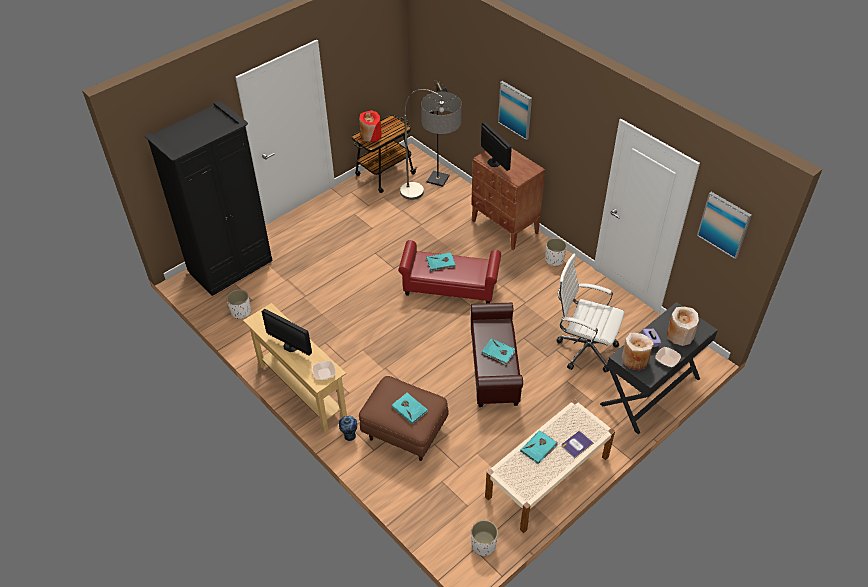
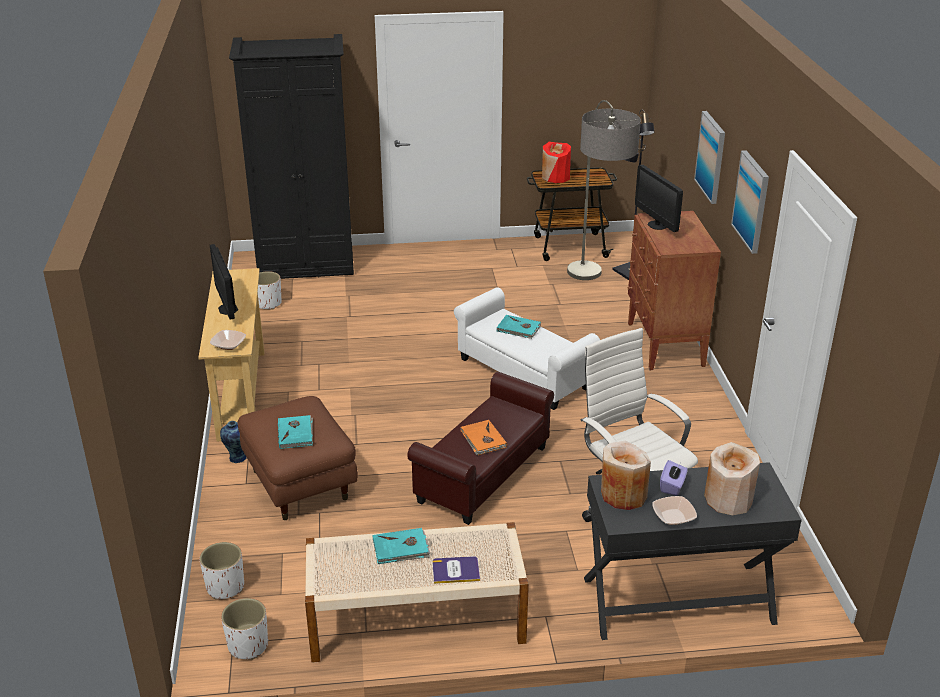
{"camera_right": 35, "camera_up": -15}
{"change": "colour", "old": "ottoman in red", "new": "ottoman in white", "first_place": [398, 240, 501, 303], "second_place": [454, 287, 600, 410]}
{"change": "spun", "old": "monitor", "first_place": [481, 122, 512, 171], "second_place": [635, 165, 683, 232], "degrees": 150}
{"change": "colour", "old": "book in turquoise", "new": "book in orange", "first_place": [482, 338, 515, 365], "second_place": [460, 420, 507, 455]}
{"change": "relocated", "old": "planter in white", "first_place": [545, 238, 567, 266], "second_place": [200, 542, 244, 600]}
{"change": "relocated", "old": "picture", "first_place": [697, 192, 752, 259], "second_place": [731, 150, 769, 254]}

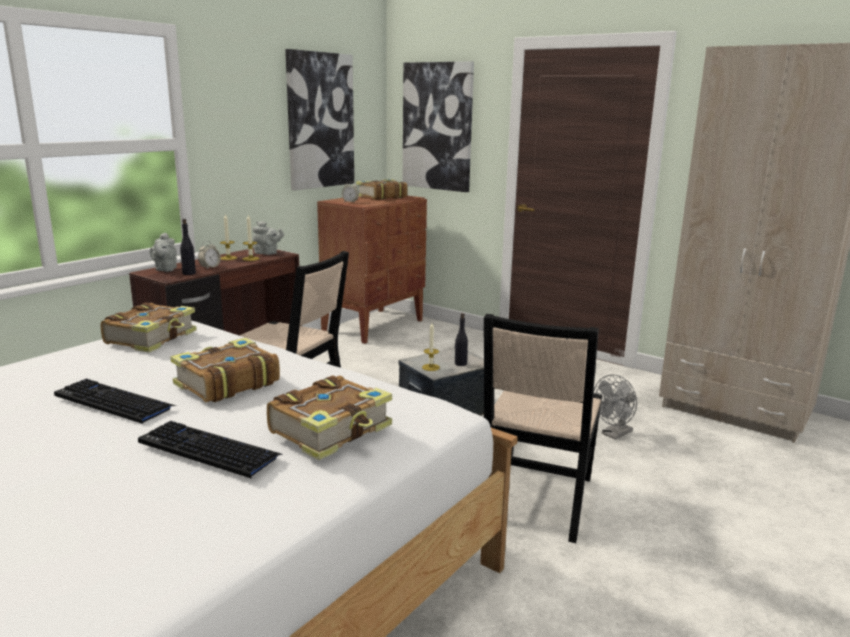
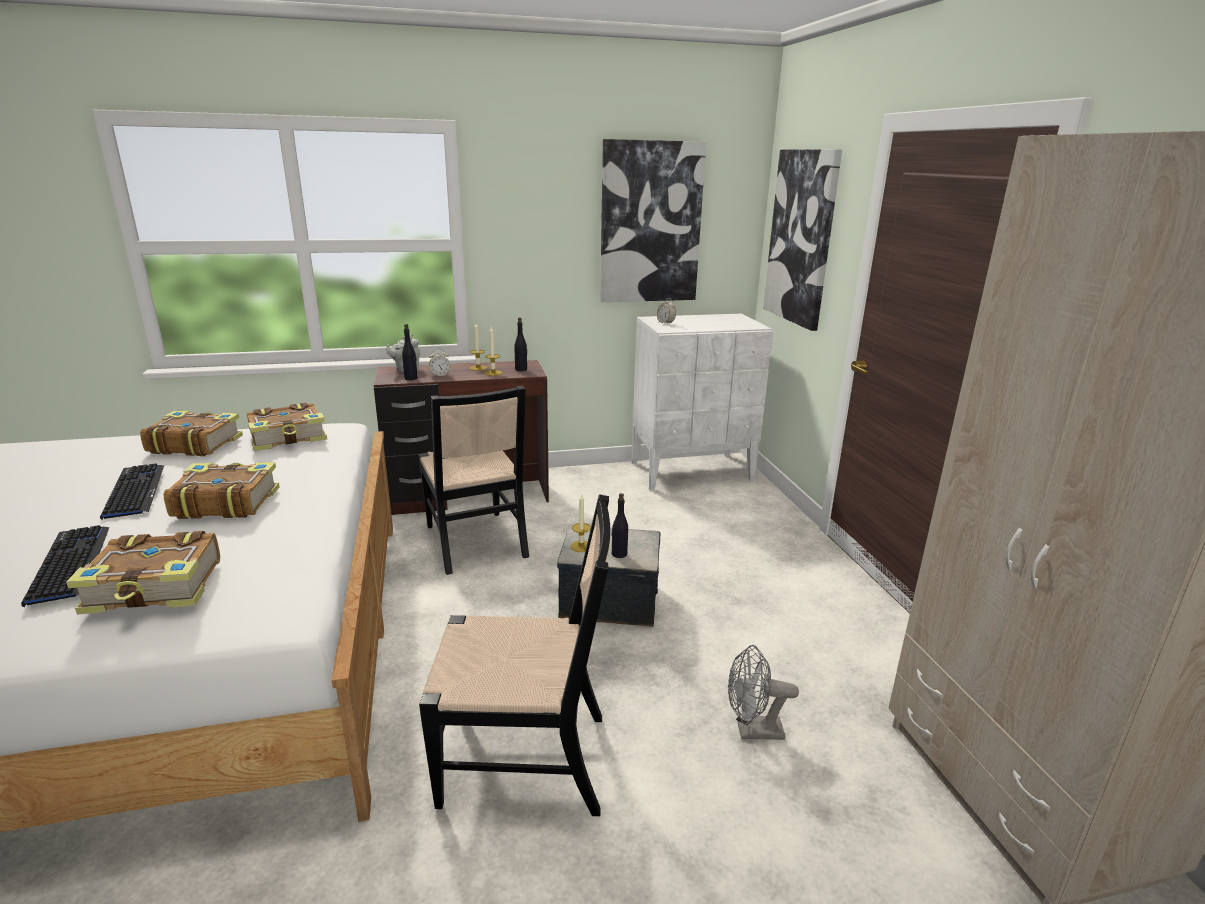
{"camera_right": 40, "camera_up": 5}
{"change": "exchanged", "old": "teapot in grey", "new": "bottle in black", "first_place": [253, 221, 284, 255], "second_place": [514, 317, 527, 371]}
{"change": "colour", "old": "dresser in brown", "new": "dresser in white", "first_place": [317, 196, 427, 344], "second_place": [631, 313, 773, 490]}
{"change": "relocated", "old": "book", "first_place": [356, 179, 408, 200], "second_place": [140, 411, 243, 456]}
{"change": "spun", "old": "chair", "first_place": [484, 314, 602, 543], "second_place": [419, 494, 610, 816], "degrees": -150}

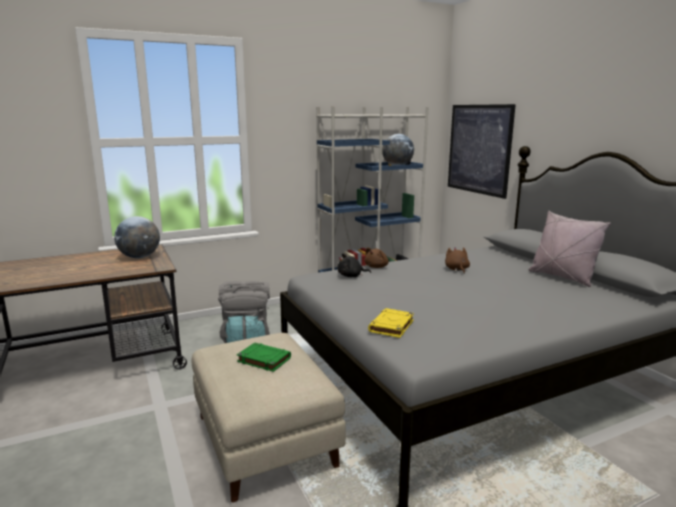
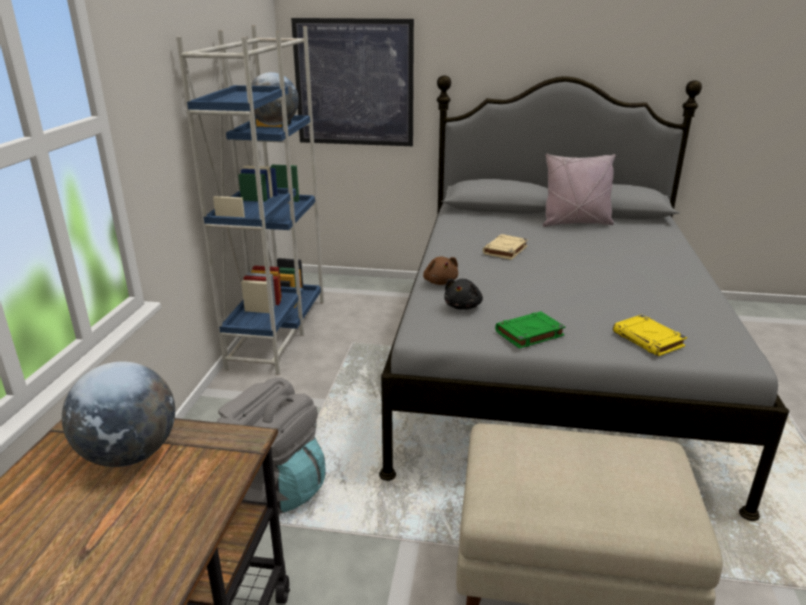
{"camera_right": -55, "camera_up": 10}
{"change": "relocated", "old": "book in green", "first_place": [237, 343, 291, 372], "second_place": [495, 311, 565, 349]}
{"change": "exchanged", "old": "plush toy in brown", "new": "book in beige", "first_place": [445, 247, 470, 274], "second_place": [483, 234, 528, 260]}

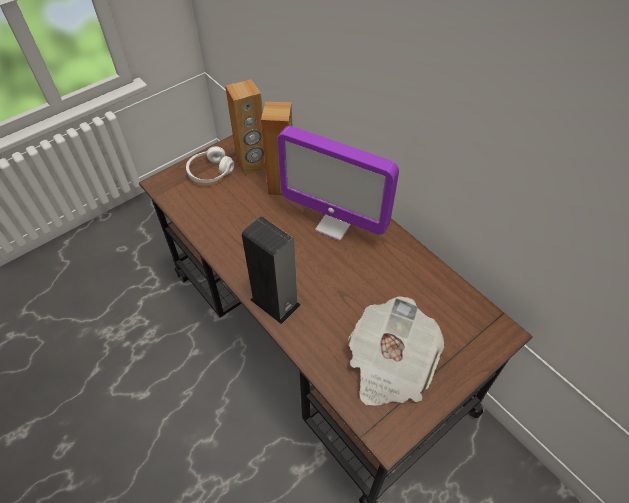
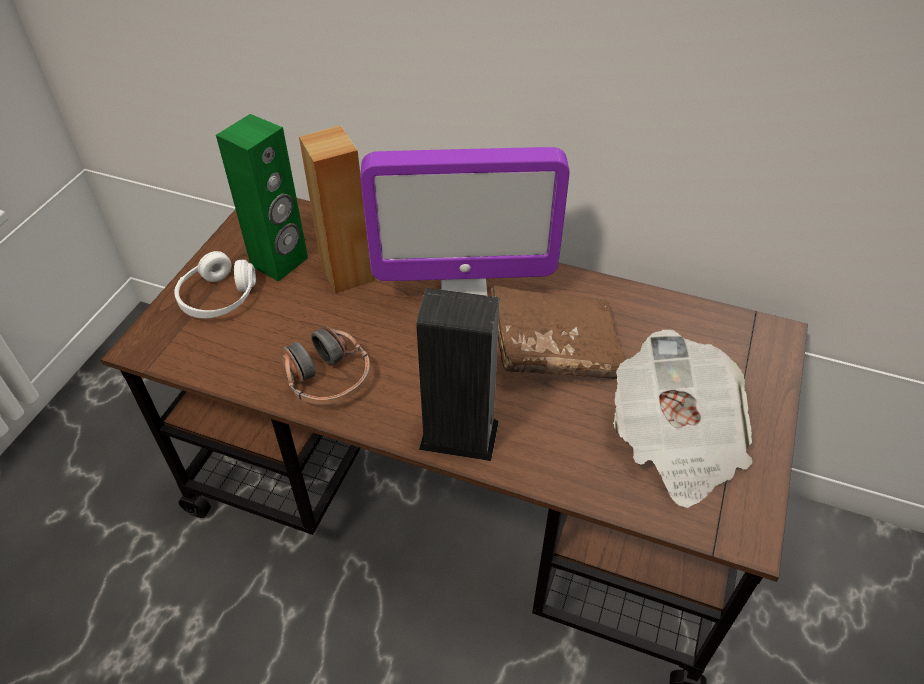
{"camera_right": -30, "camera_up": -5}
{"change": "colour", "old": "speaker in brown", "new": "speaker in green", "first_place": [225, 79, 266, 176], "second_place": [216, 114, 308, 281]}
{"change": "appeared", "new": "headphones", "second_place": [281, 325, 370, 405]}
{"change": "appeared", "new": "book in brown", "second_place": [491, 286, 625, 379]}

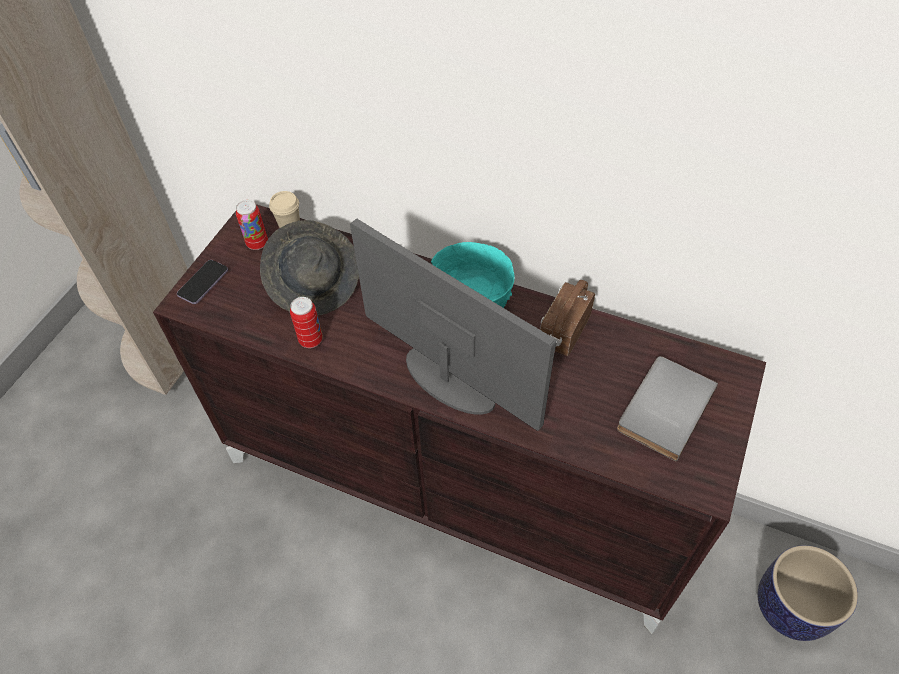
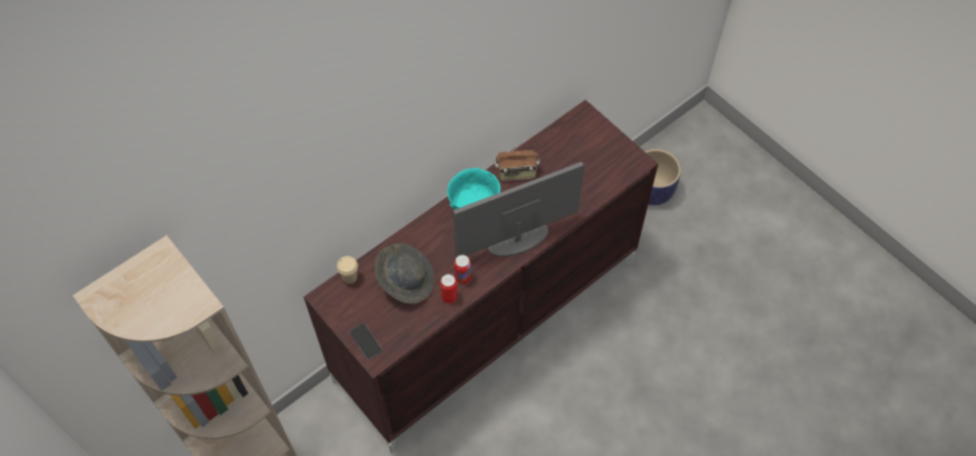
{"camera_right": -65, "camera_up": 5}
{"change": "relocated", "old": "can", "first_place": [236, 200, 268, 250], "second_place": [454, 255, 471, 284]}
{"change": "spun", "old": "radio", "first_place": [540, 280, 595, 356], "second_place": [495, 141, 540, 181], "degrees": -60}
{"change": "missing", "old": "book in grey", "first_place": [617, 356, 718, 462]}

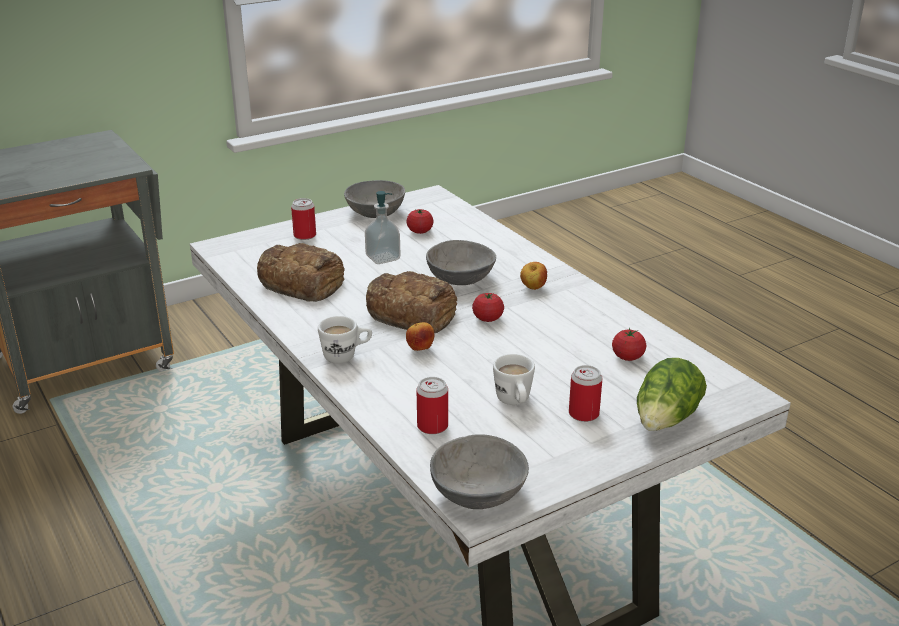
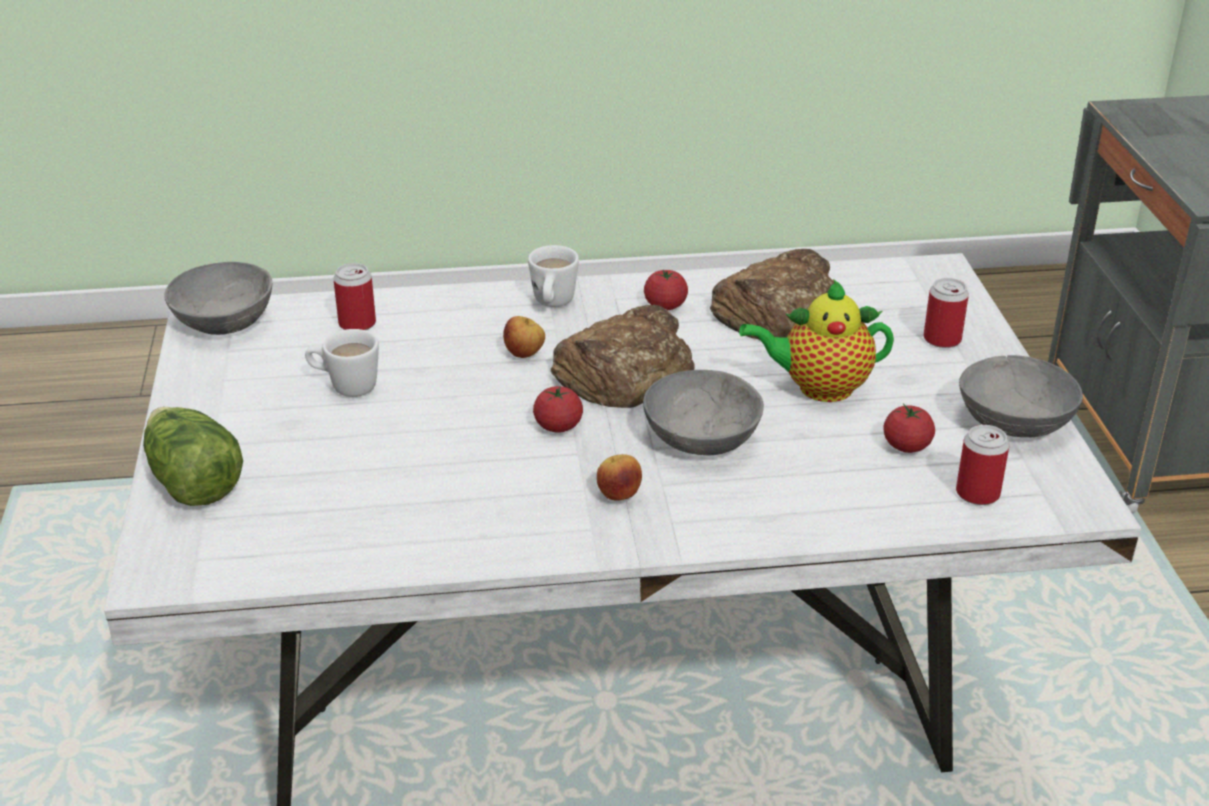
{"camera_right": 115, "camera_up": 5}
{"change": "exchanged", "old": "soap dispenser", "new": "teapot", "first_place": [365, 191, 400, 264], "second_place": [739, 279, 894, 402]}
{"change": "relocated", "old": "can", "first_place": [569, 365, 602, 422], "second_place": [956, 425, 1009, 505]}
{"change": "relocated", "old": "tomato", "first_place": [612, 328, 646, 361], "second_place": [644, 270, 688, 310]}

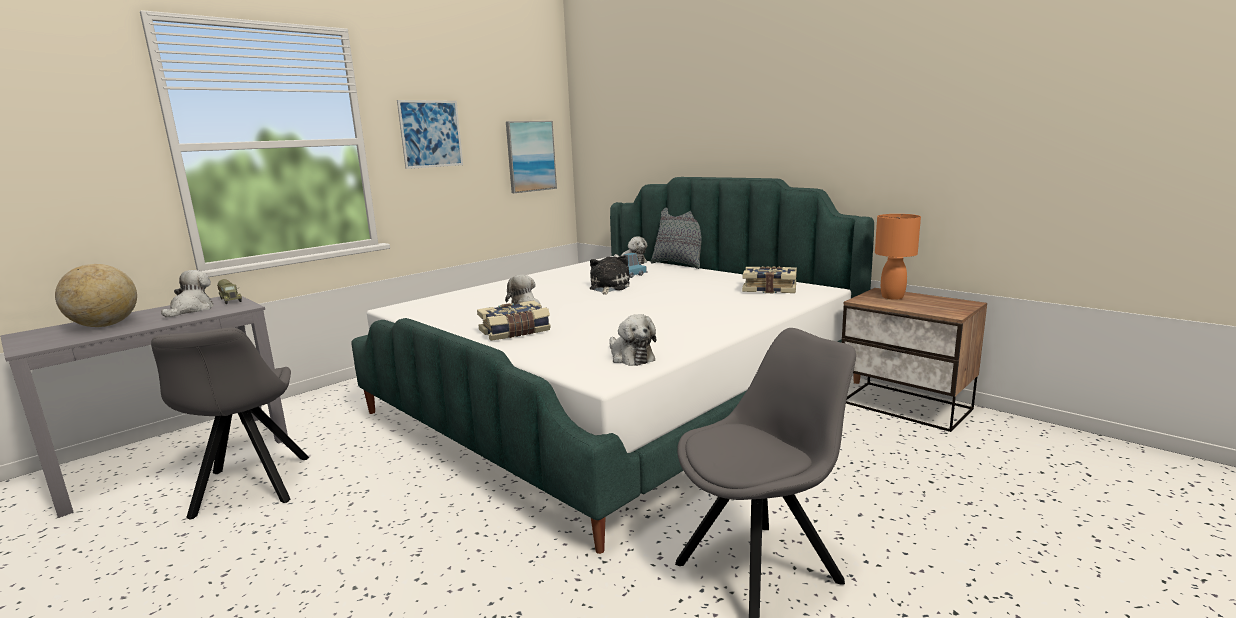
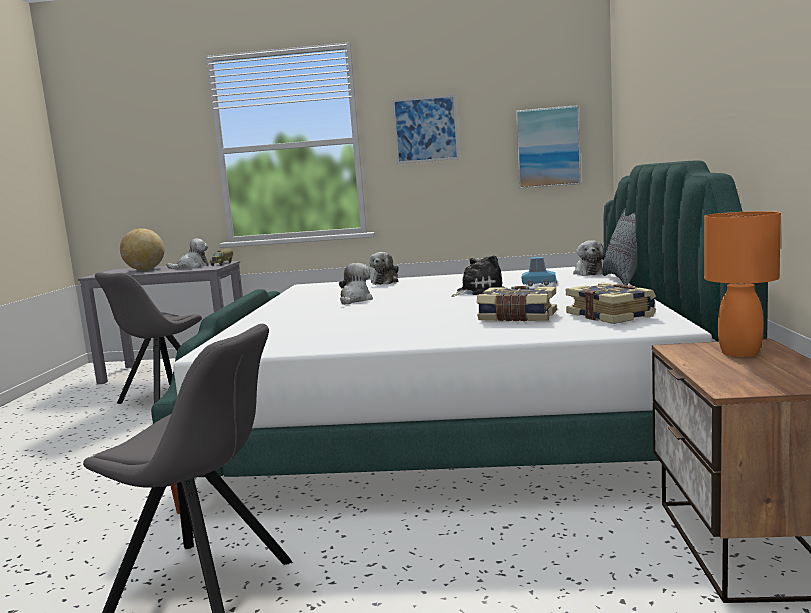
{"camera_right": 50, "camera_up": -5}
{"change": "relocated", "old": "book", "first_place": [477, 300, 551, 341], "second_place": [477, 286, 557, 322]}
{"change": "relocated", "old": "plush toy", "first_place": [609, 314, 656, 366], "second_place": [370, 252, 399, 285]}

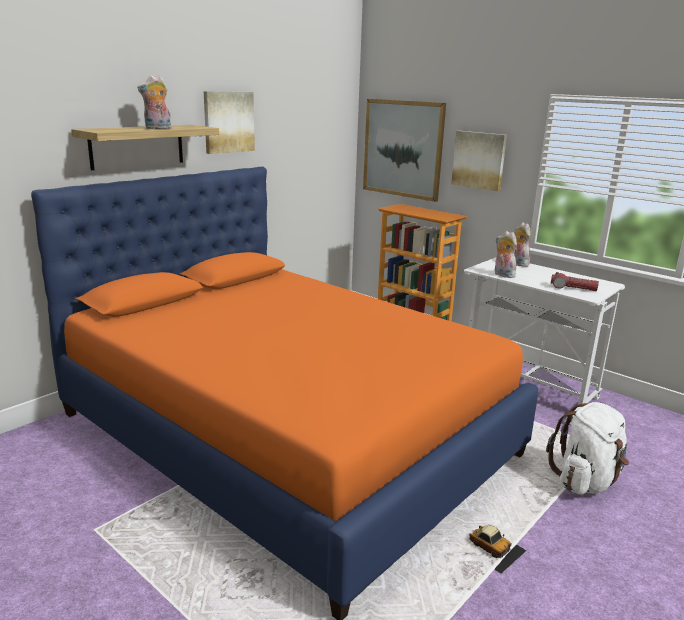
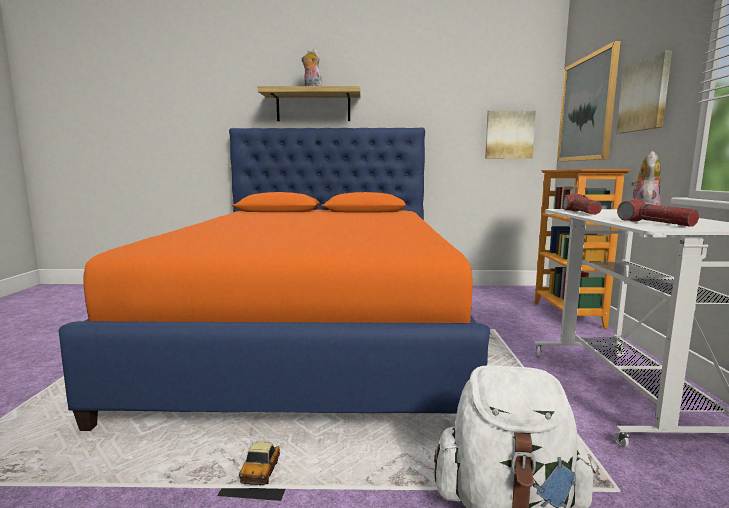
{"camera_right": 50, "camera_up": -10}
{"change": "relocated", "old": "picture", "first_place": [204, 91, 255, 154], "second_place": [485, 110, 536, 159]}
{"change": "exchanged", "old": "plush toy", "new": "flashlight", "first_place": [495, 231, 517, 278], "second_place": [563, 194, 602, 215]}

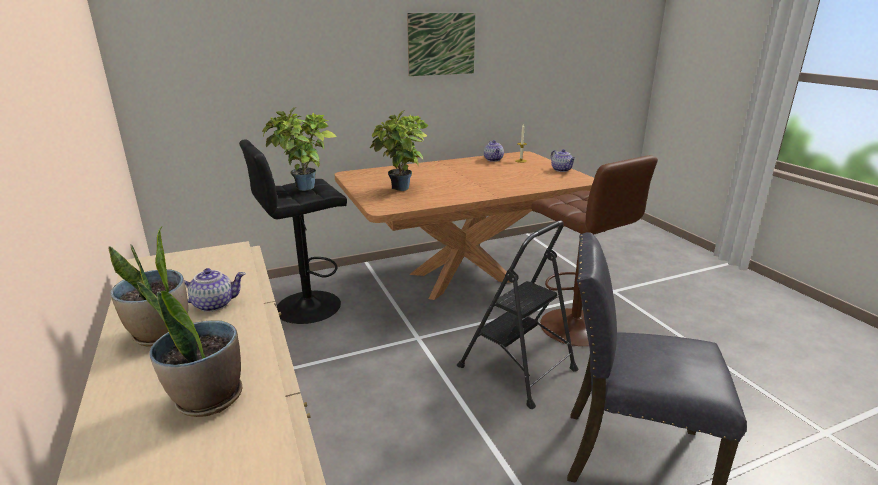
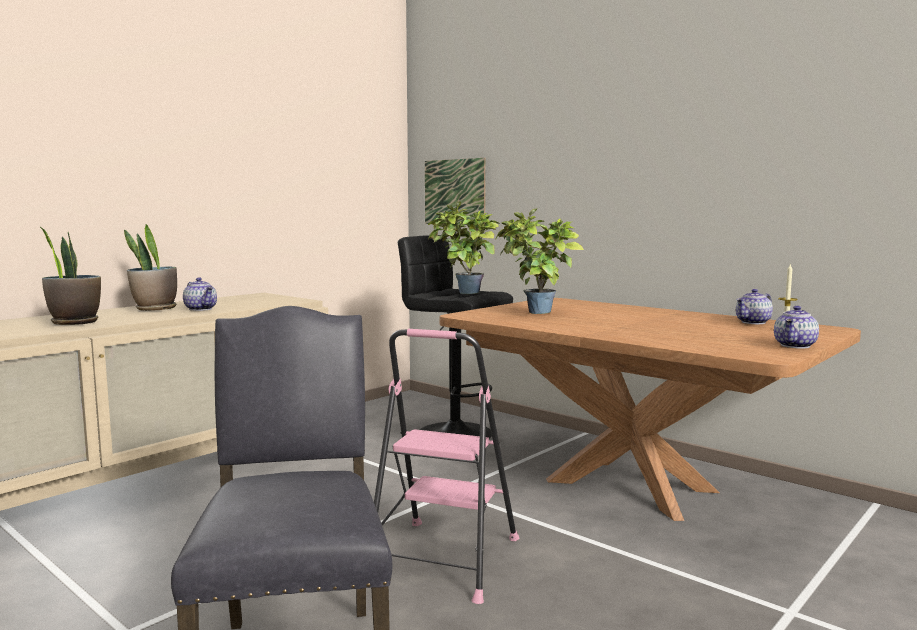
{"camera_right": 65, "camera_up": -15}
{"change": "relocated", "old": "picture", "first_place": [407, 13, 475, 76], "second_place": [425, 158, 486, 225]}
{"change": "colour", "old": "step ladder in black", "new": "step ladder in pink", "first_place": [457, 220, 578, 409], "second_place": [374, 329, 520, 604]}
{"change": "missing", "old": "stool in brown", "first_place": [532, 155, 658, 346]}

